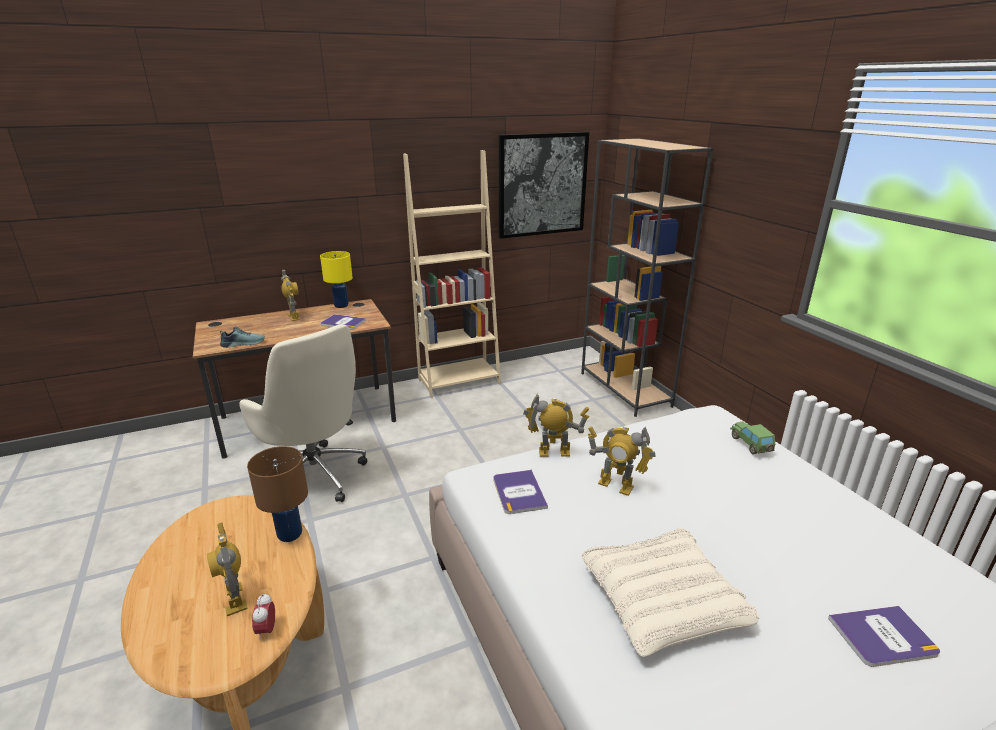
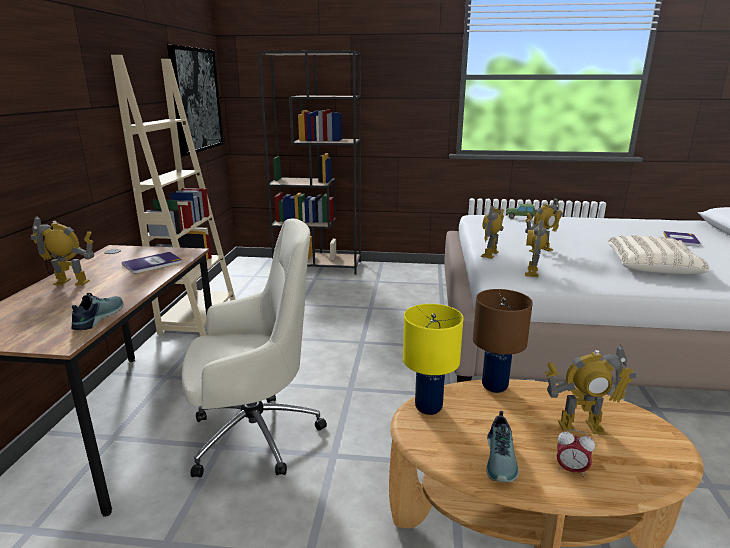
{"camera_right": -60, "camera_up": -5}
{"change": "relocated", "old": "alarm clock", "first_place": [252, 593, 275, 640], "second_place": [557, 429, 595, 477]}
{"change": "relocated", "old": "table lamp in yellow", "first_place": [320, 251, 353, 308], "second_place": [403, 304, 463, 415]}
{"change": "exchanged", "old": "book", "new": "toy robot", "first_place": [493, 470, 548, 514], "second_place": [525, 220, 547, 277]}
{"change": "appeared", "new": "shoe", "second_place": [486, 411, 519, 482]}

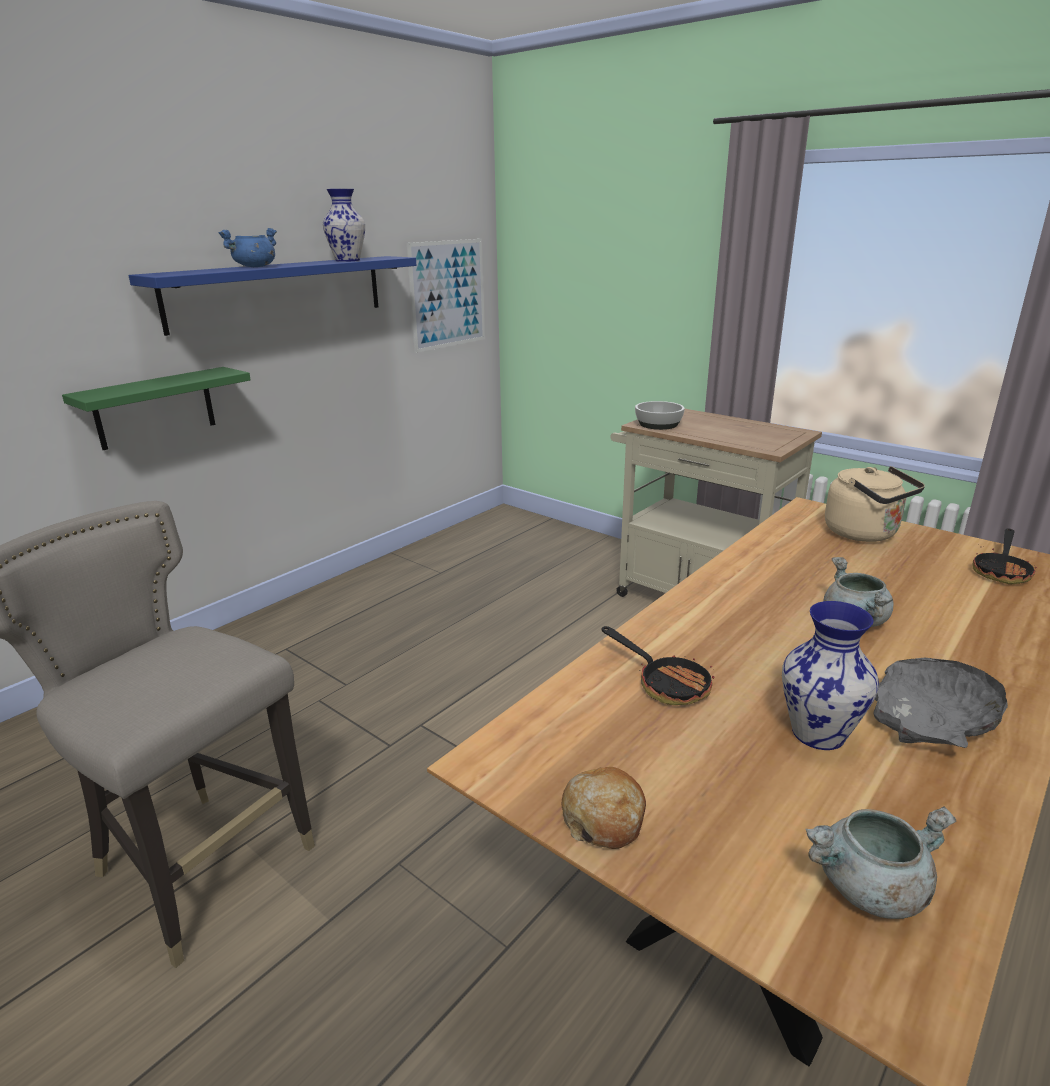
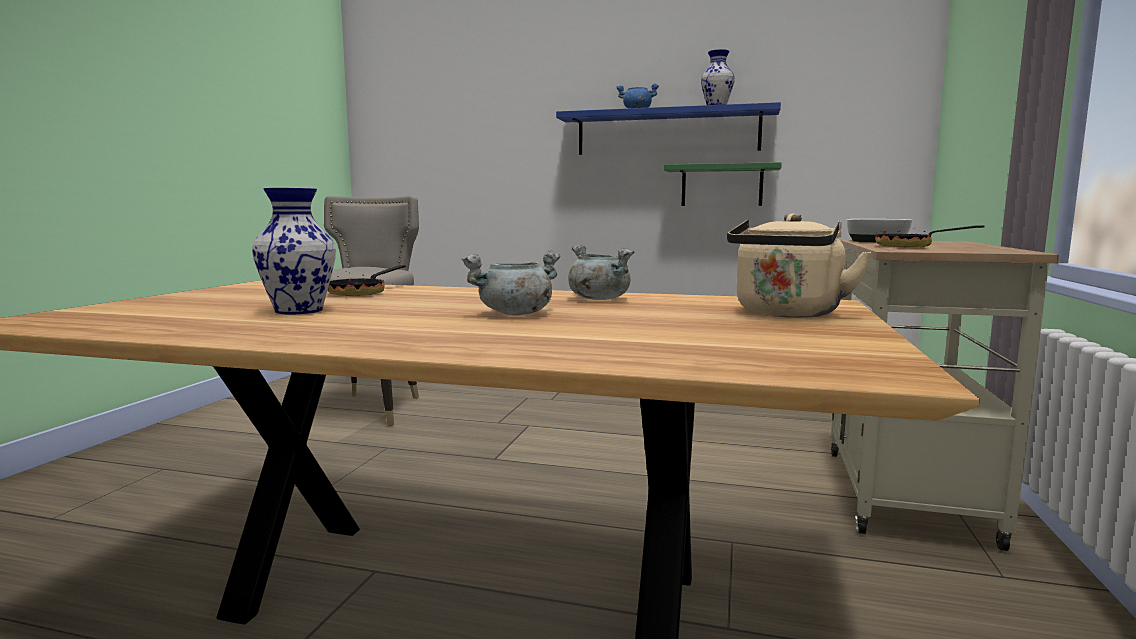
{"camera_right": 65, "camera_up": -15}
{"change": "relocated", "old": "shelf in green", "first_place": [62, 367, 251, 450], "second_place": [664, 162, 782, 206]}
{"change": "missing", "old": "picture", "first_place": [407, 239, 485, 353]}
{"change": "missing", "old": "bread", "first_place": [562, 767, 646, 849]}
{"change": "relocated", "old": "cooking pot in grey", "first_place": [805, 806, 957, 919], "second_place": [568, 245, 635, 300]}
{"change": "missing", "old": "bowl in grey", "first_place": [873, 658, 1008, 748]}
{"change": "relocated", "old": "frying pan", "first_place": [973, 529, 1037, 584], "second_place": [875, 222, 985, 247]}

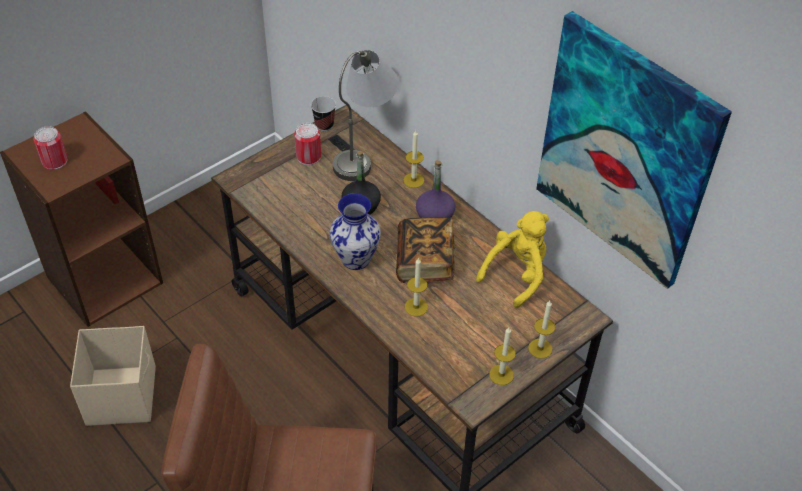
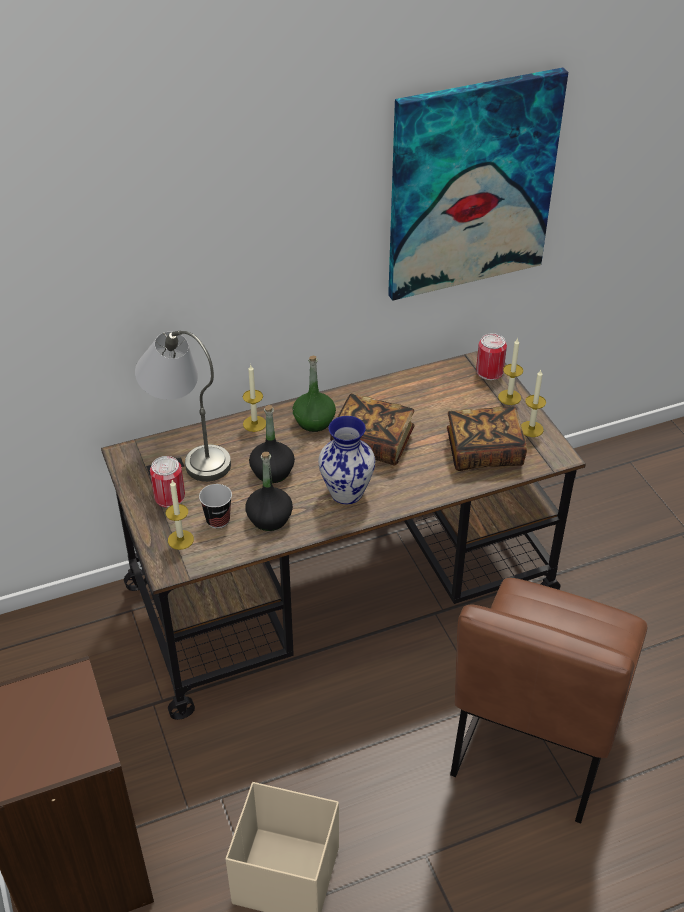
{"camera_right": -70, "camera_up": -5}
{"change": "relocated", "old": "can", "first_place": [34, 126, 67, 170], "second_place": [476, 333, 507, 380]}
{"change": "relocated", "old": "cup", "first_place": [311, 96, 336, 131], "second_place": [199, 484, 232, 528]}
{"change": "relocated", "old": "candle", "first_place": [405, 258, 428, 316], "second_place": [166, 480, 194, 550]}
{"change": "colour", "old": "bottle in purple", "new": "bottle in green", "first_place": [416, 160, 455, 218], "second_place": [292, 356, 336, 432]}
{"change": "missing", "old": "plush toy in yellow", "first_place": [476, 211, 549, 308]}
{"change": "appeared", "new": "bottle in black", "second_place": [245, 452, 293, 531]}
{"change": "appeared", "new": "book", "second_place": [447, 406, 527, 471]}

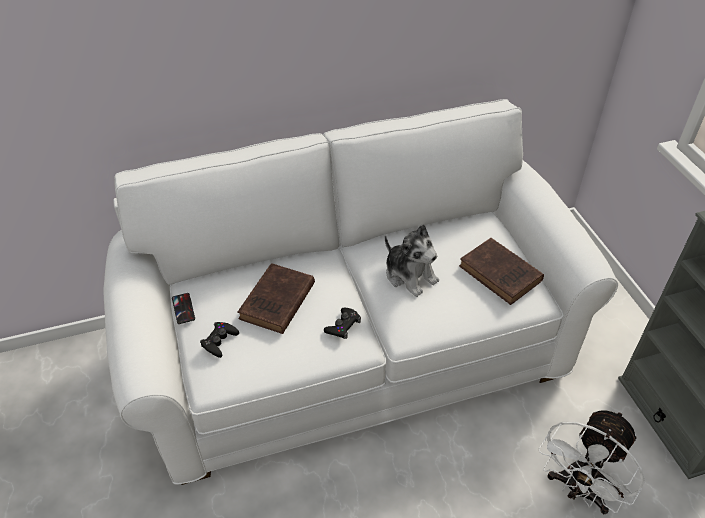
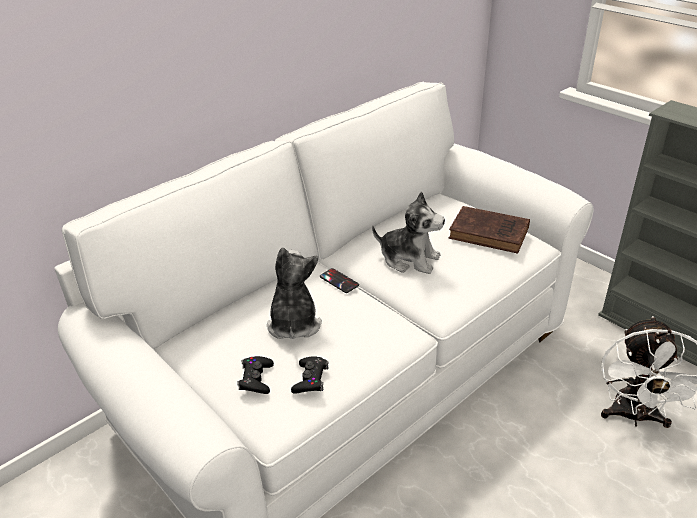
{"camera_right": -25, "camera_up": -10}
{"change": "relocated", "old": "phone", "first_place": [172, 293, 195, 324], "second_place": [320, 268, 359, 293]}
{"change": "exchanged", "old": "book in brown", "new": "plush toy", "first_place": [238, 263, 315, 334], "second_place": [267, 247, 322, 339]}
{"change": "relocated", "old": "game controller in black", "first_place": [324, 308, 361, 339], "second_place": [291, 356, 328, 394]}

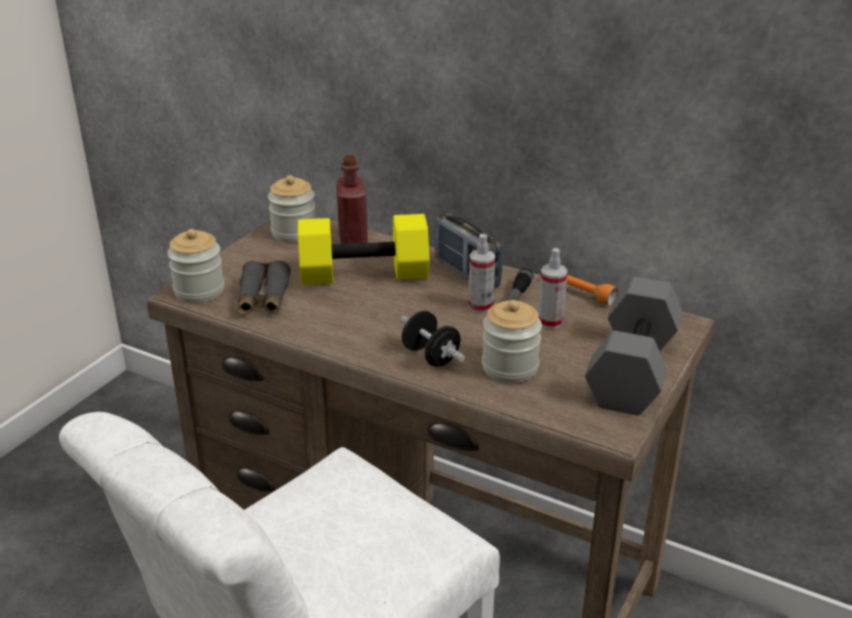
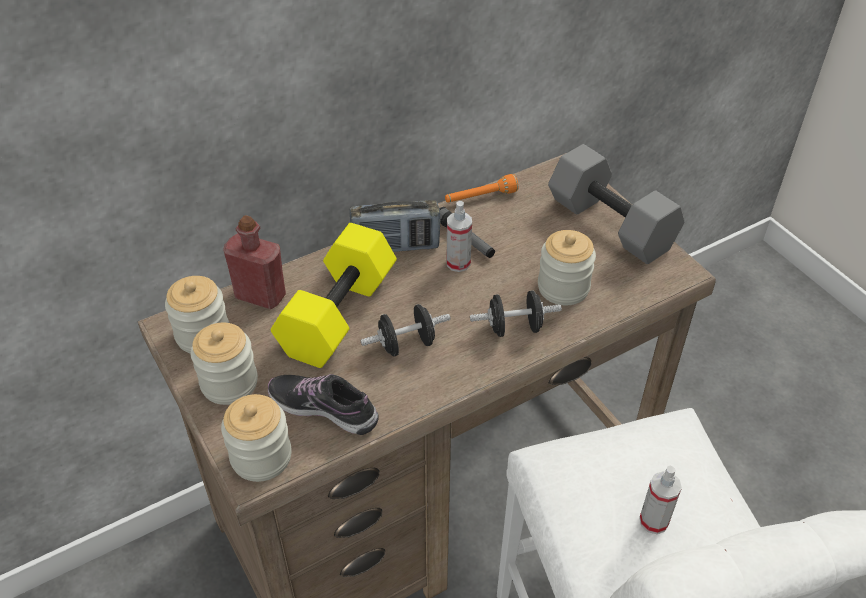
{"camera_right": -60, "camera_up": 15}
{"change": "exchanged", "old": "binoculars in grey", "new": "shoe", "first_place": [238, 260, 291, 315], "second_place": [268, 374, 379, 435]}
{"change": "relocated", "old": "spray bottle", "first_place": [538, 248, 568, 329], "second_place": [639, 466, 682, 534]}
{"change": "appeared", "new": "jar", "second_place": [191, 323, 258, 405]}
{"change": "appeared", "new": "dumbbell in black", "second_place": [361, 304, 451, 356]}

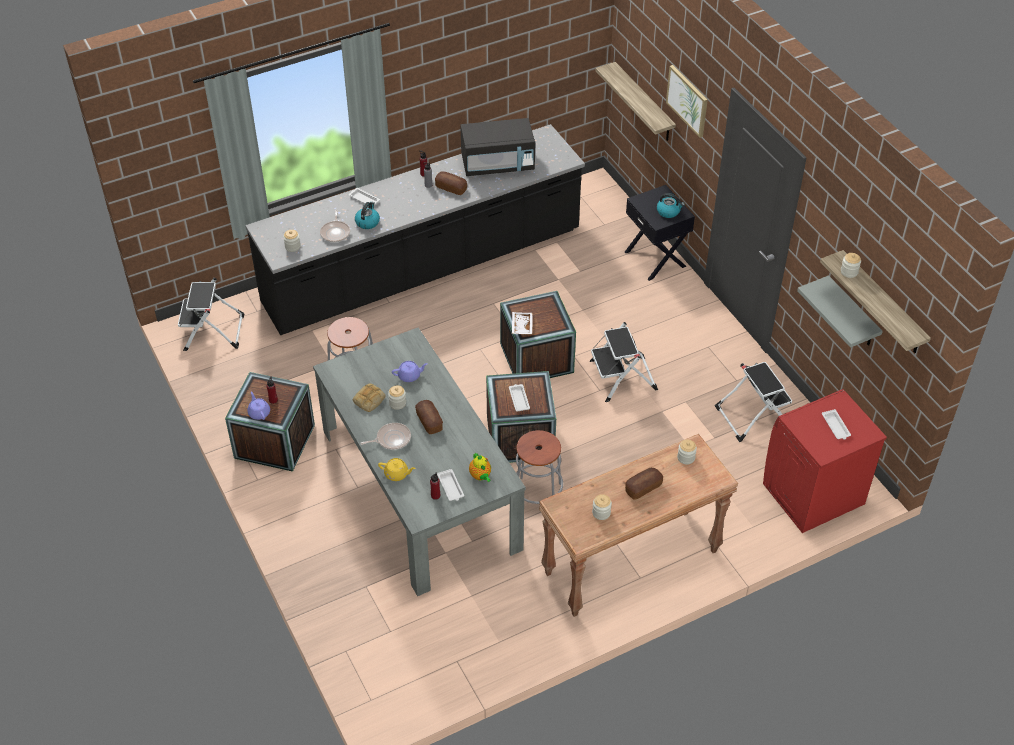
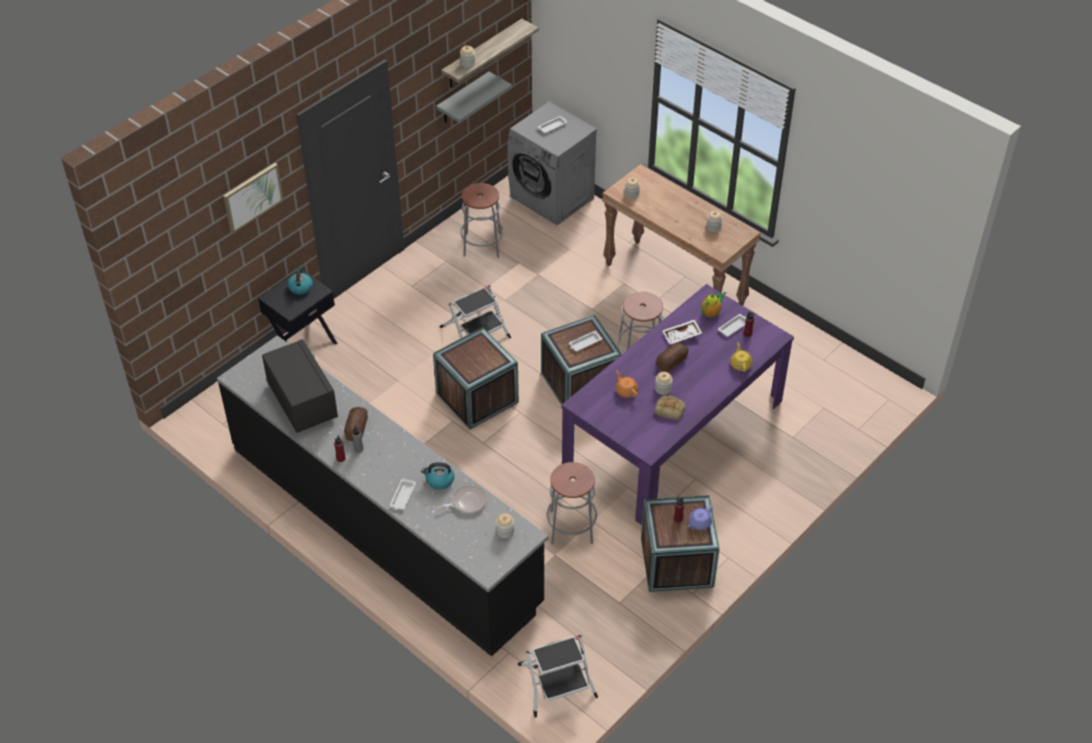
{"camera_right": -110, "camera_up": 0}
{"change": "colour", "old": "dining table in grey", "new": "dining table in purple", "first_place": [313, 327, 526, 596], "second_place": [561, 284, 794, 525]}
{"change": "missing", "old": "frying pan", "first_place": [361, 423, 411, 450]}
{"change": "colour", "old": "teapot in purple", "new": "teapot in orange", "first_place": [392, 361, 428, 382], "second_place": [616, 370, 638, 398]}
{"change": "relocated", "old": "tray in white", "first_place": [512, 312, 533, 334], "second_place": [662, 319, 702, 344]}
{"change": "missing", "old": "shelf", "first_place": [596, 62, 676, 141]}
{"change": "missing", "old": "bread", "first_place": [625, 468, 663, 500]}
{"change": "exchanged", "old": "step ladder", "new": "stool in grey", "first_place": [715, 362, 792, 442], "second_place": [460, 183, 503, 258]}
{"change": "colour", "old": "washing machine in red", "new": "washing machine in grey", "first_place": [763, 389, 887, 533], "second_place": [507, 102, 597, 225]}

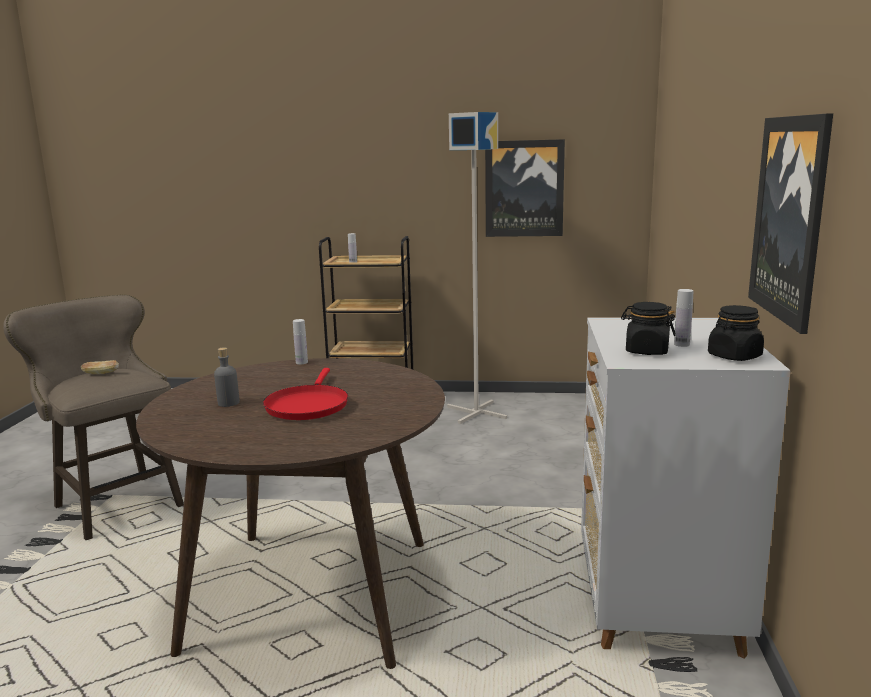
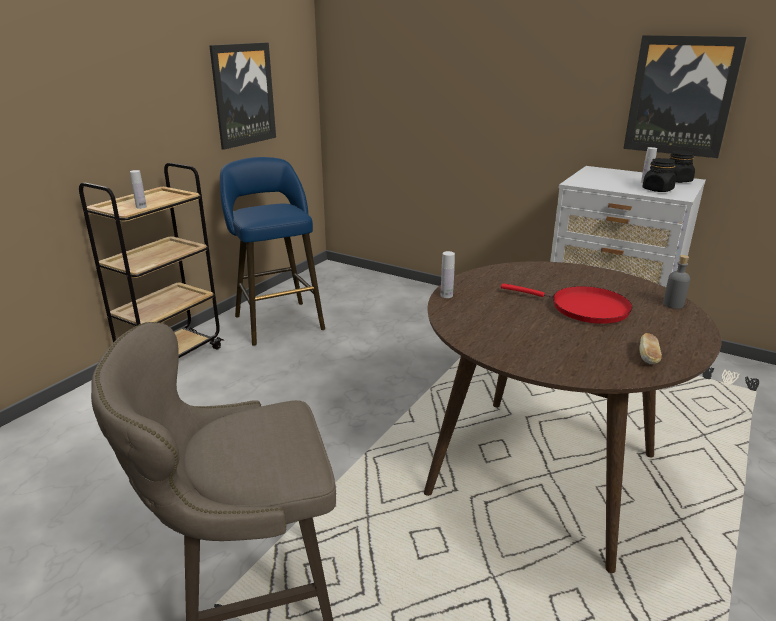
{"camera_right": -65, "camera_up": 10}
{"change": "relocated", "old": "bread", "first_place": [81, 360, 119, 374], "second_place": [639, 333, 662, 364]}
{"change": "relocated", "old": "bottle in grey", "first_place": [214, 347, 240, 407], "second_place": [663, 255, 690, 309]}
{"change": "exchanged", "old": "floor lamp in grey", "new": "stool in blue", "first_place": [447, 112, 507, 424], "second_place": [220, 157, 325, 346]}

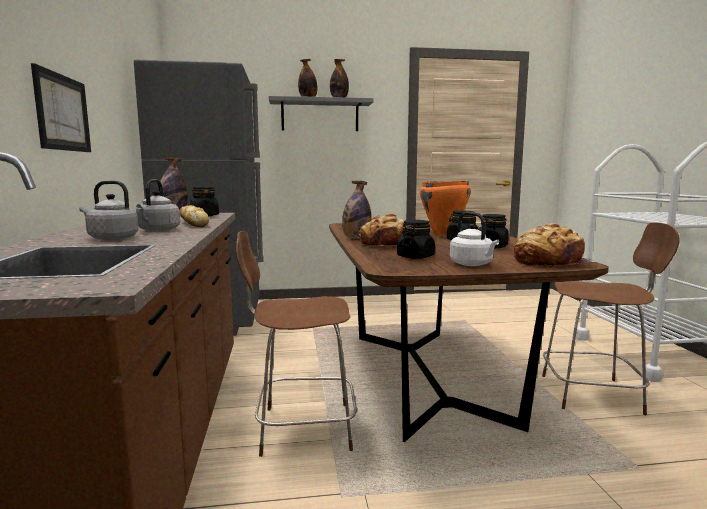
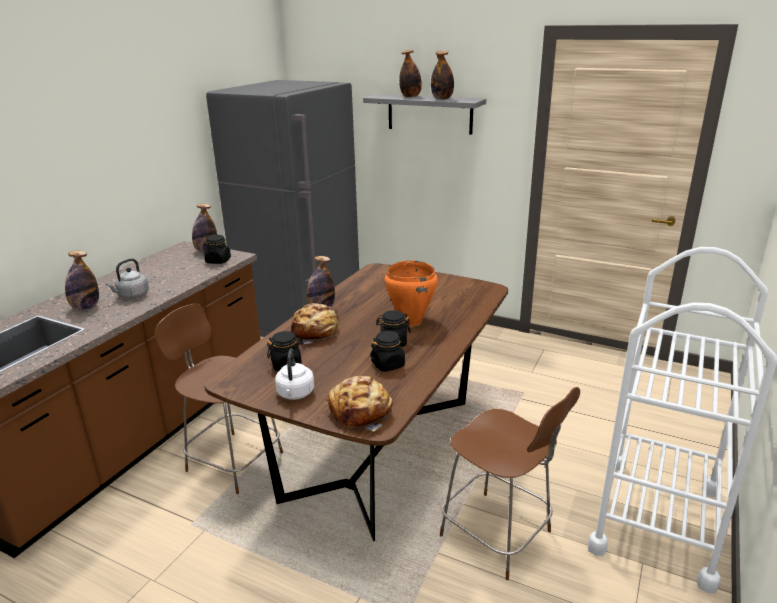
{"camera_right": 35, "camera_up": 15}
{"change": "missing", "old": "picture", "first_place": [31, 63, 91, 152]}
{"change": "exchanged", "old": "kettle in grey", "new": "bottle", "first_place": [79, 180, 139, 240], "second_place": [65, 251, 99, 310]}
{"change": "missing", "old": "bread", "first_place": [180, 205, 209, 227]}

